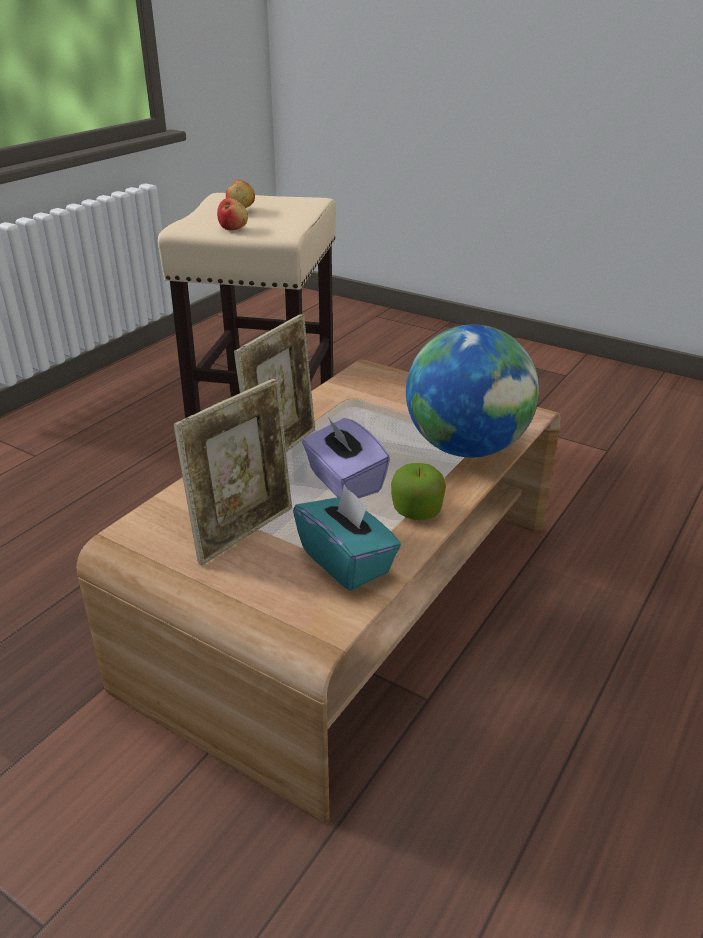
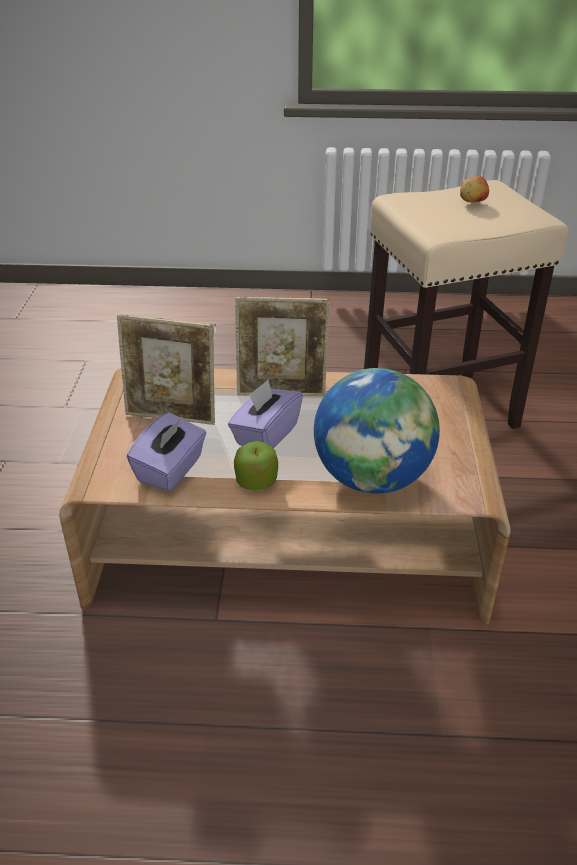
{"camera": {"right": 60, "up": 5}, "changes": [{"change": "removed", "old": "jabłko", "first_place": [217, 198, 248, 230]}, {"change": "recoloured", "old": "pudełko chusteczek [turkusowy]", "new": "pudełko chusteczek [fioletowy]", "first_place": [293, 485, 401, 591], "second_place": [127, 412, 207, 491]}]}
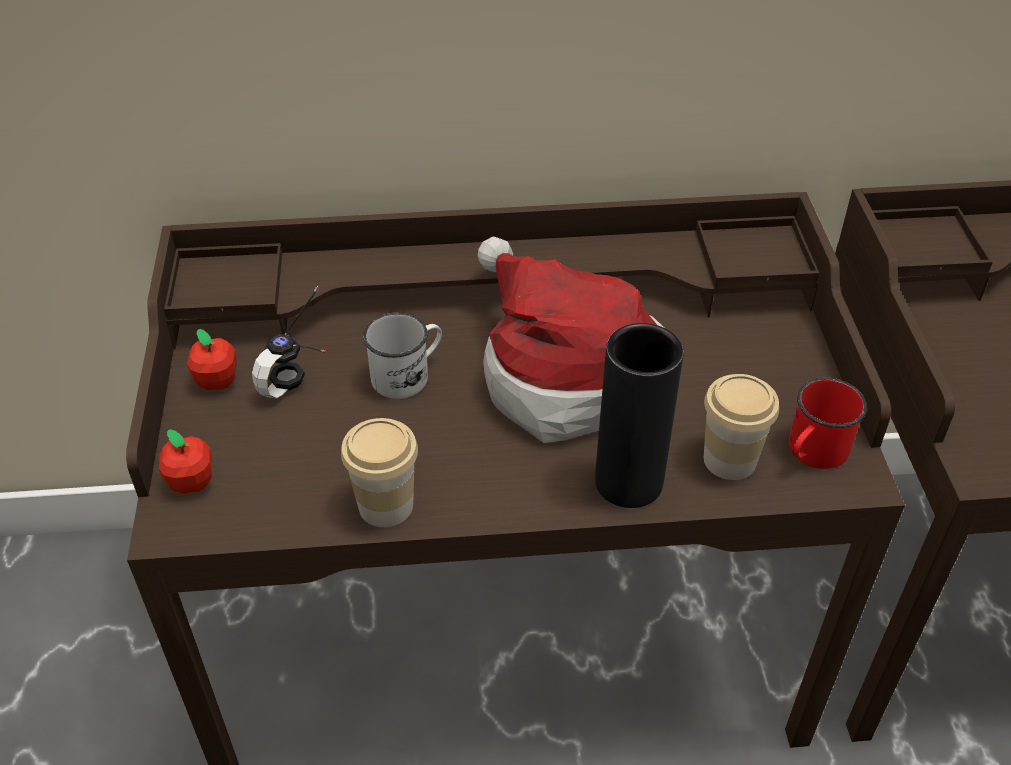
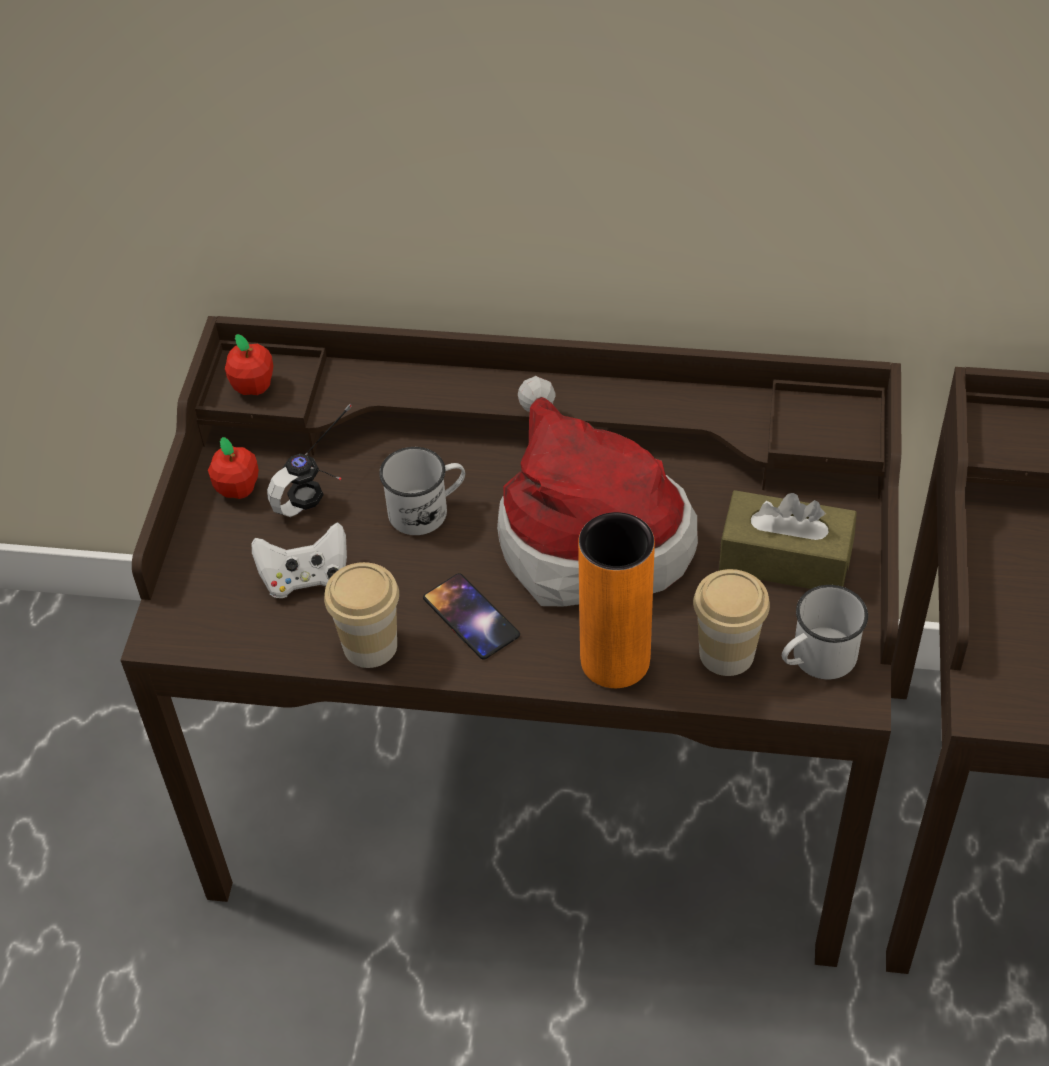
{"camera": {"right": 15, "up": 5}, "changes": [{"change": "moved", "old": "jabłko", "first_place": [159, 429, 212, 494], "second_place": [225, 334, 274, 395]}, {"change": "recoloured", "old": "wazon [czarny]", "new": "wazon [pomarańczowy]", "first_place": [595, 323, 684, 508], "second_place": [578, 512, 655, 688]}, {"change": "recoloured", "old": "kubek [czerwony]", "new": "kubek [biały]", "first_place": [789, 378, 867, 469], "second_place": [782, 585, 868, 679]}, {"change": "added", "new": "pad do gier [biały]", "second_place": [252, 522, 347, 598]}, {"change": "added", "new": "telefon", "second_place": [423, 573, 520, 660]}, {"change": "added", "new": "pudełko chusteczek [brązowy]", "second_place": [719, 490, 857, 589]}]}
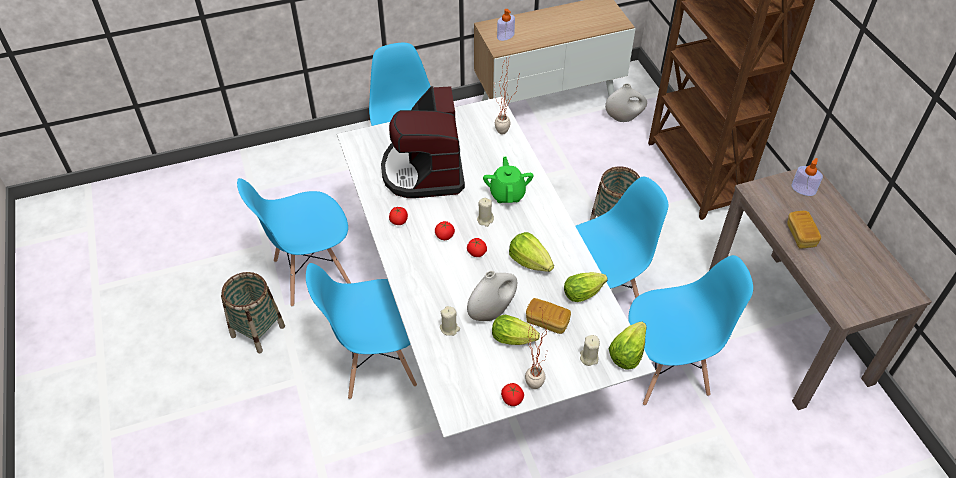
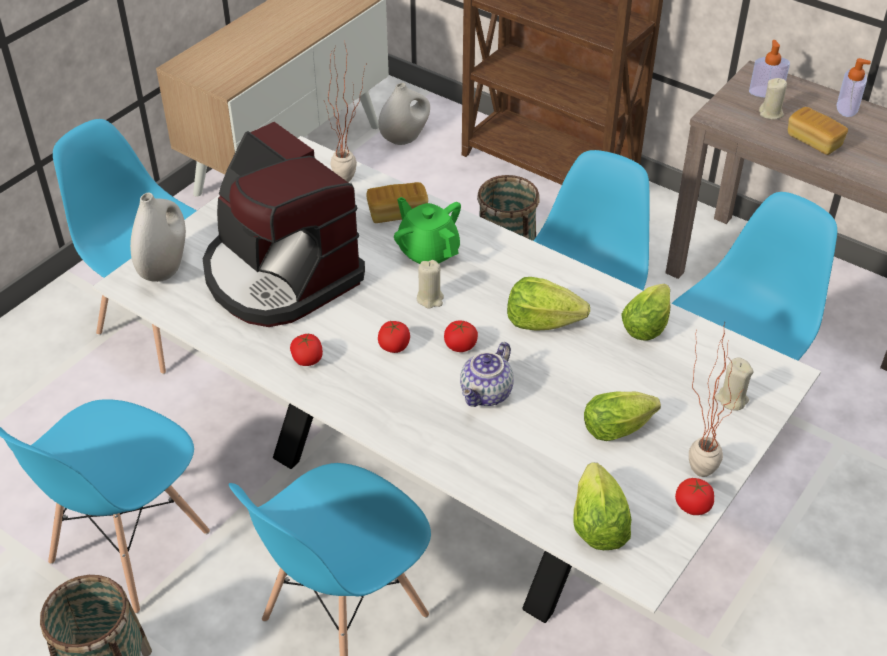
{"camera": {"right": -35, "up": -5}, "changes": [{"change": "moved", "old": "świeca [beżowy]", "first_place": [440, 306, 460, 336], "second_place": [759, 78, 787, 120]}, {"change": "moved", "old": "wazon [biały]", "first_place": [467, 271, 517, 321], "second_place": [130, 193, 186, 282]}, {"change": "moved", "old": "dozownik mydła", "first_place": [497, 9, 515, 41], "second_place": [837, 58, 871, 117]}, {"change": "moved", "old": "chleb", "first_place": [526, 298, 571, 334], "second_place": [366, 182, 428, 223]}, {"change": "moved", "old": "sałata", "first_place": [609, 322, 647, 370], "second_place": [574, 463, 631, 550]}, {"change": "added", "new": "imbryk", "second_place": [460, 342, 514, 407]}]}
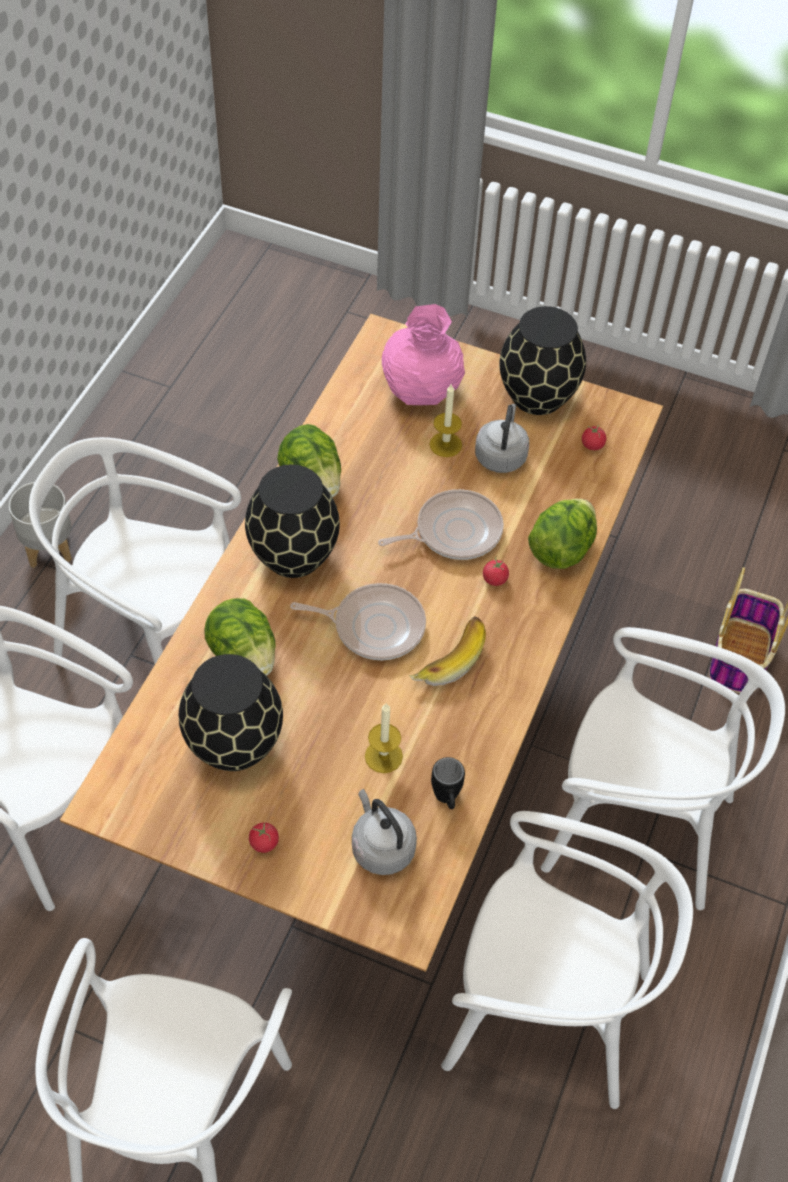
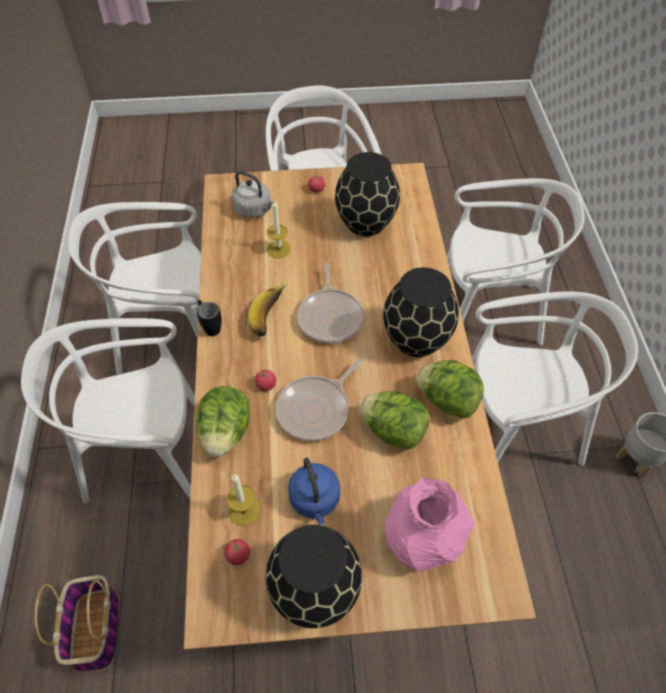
{"camera": {"right": 155, "up": 0}, "changes": [{"change": "moved", "old": "sałata", "first_place": [204, 598, 276, 676], "second_place": [359, 391, 429, 450]}, {"change": "turned", "old": "patelnia", "first_place": [290, 583, 426, 660], "second_place": [297, 263, 364, 343], "degrees": -75}, {"change": "moved", "old": "świeca", "first_place": [430, 384, 462, 457], "second_place": [227, 474, 260, 526]}, {"change": "moved", "old": "kubek [czarny]", "first_place": [431, 757, 465, 809], "second_place": [197, 300, 222, 336]}, {"change": "recoloured", "old": "czajnik [szary]", "new": "czajnik [niebieski]", "first_place": [475, 404, 529, 473], "second_place": [288, 458, 340, 525]}]}
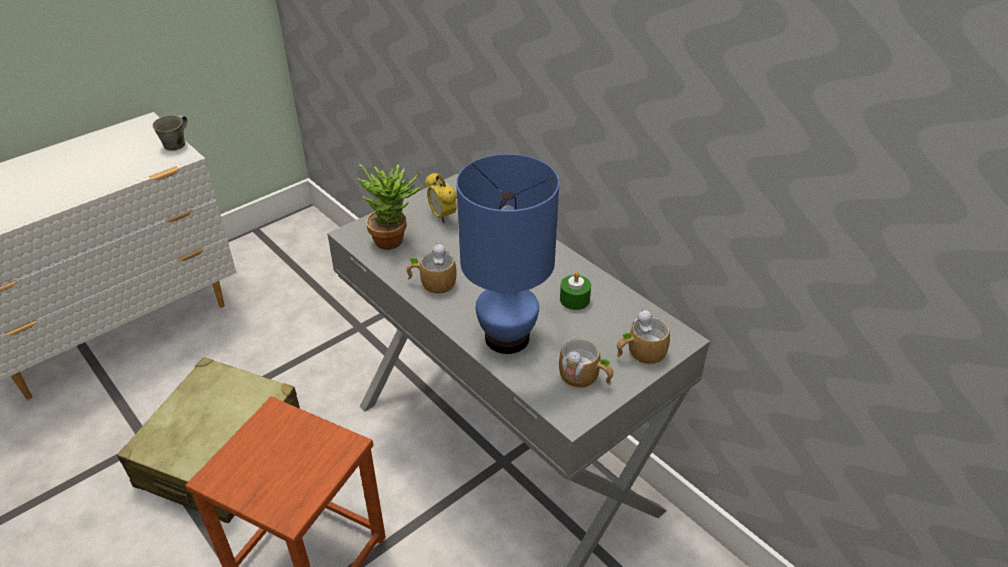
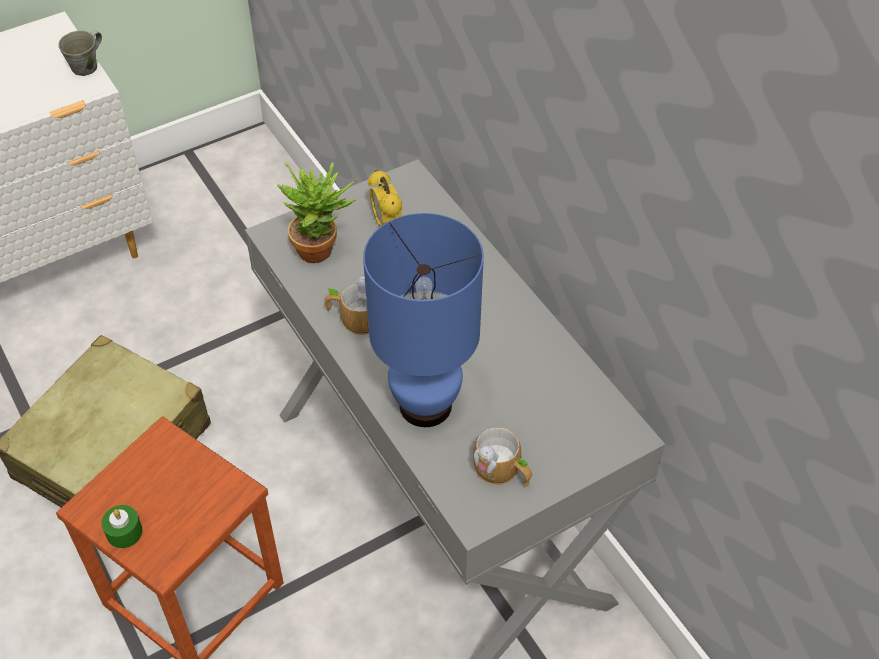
{"camera": {"right": 10, "up": 10}, "changes": [{"change": "moved", "old": "świeca [zielony]", "first_place": [560, 272, 591, 310], "second_place": [101, 505, 142, 548]}, {"change": "removed", "old": "kubek", "first_place": [617, 310, 670, 365]}]}
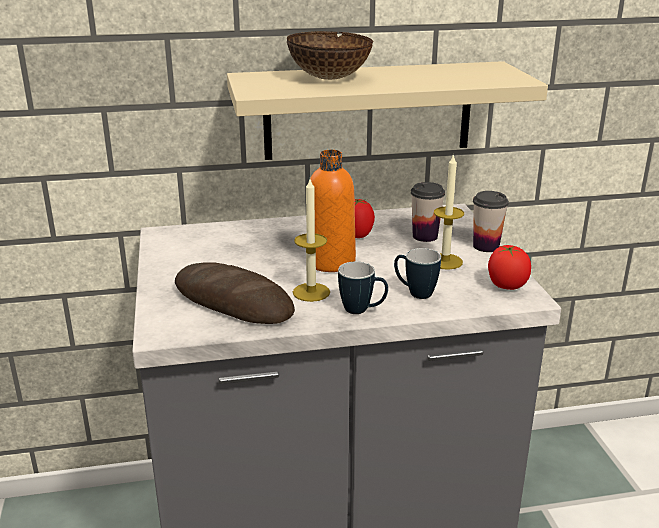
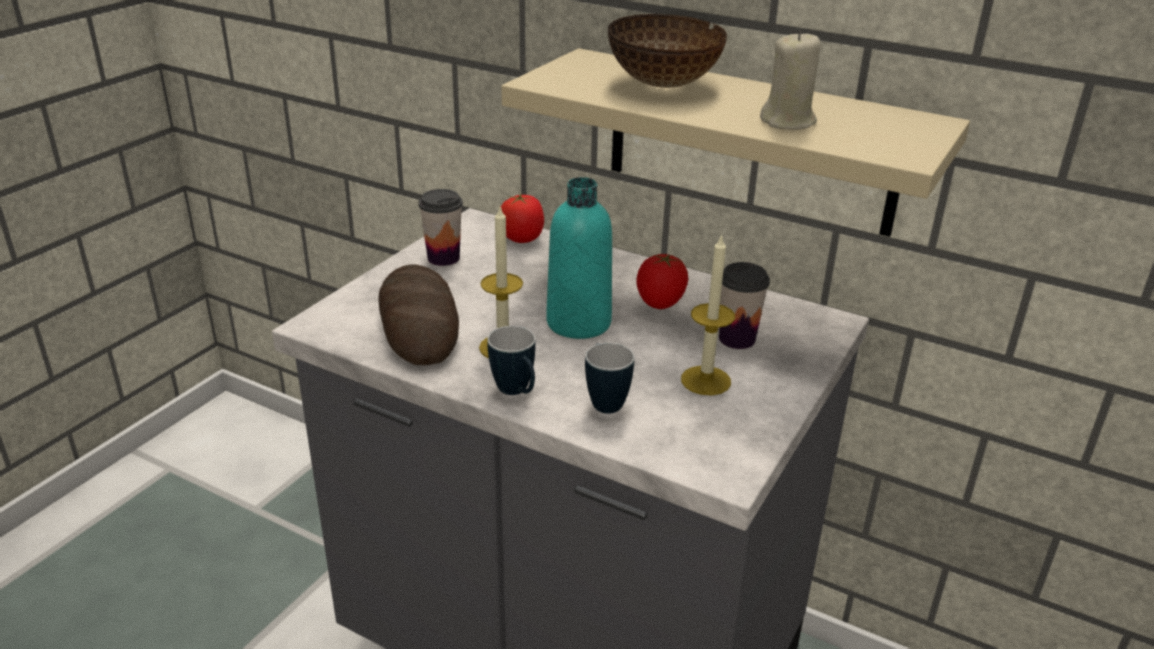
{"camera": {"right": 40, "up": 5}, "changes": [{"change": "recoloured", "old": "butelka [pomarańczowy]", "new": "butelka [turkusowy]", "first_place": [310, 150, 356, 272], "second_place": [546, 177, 612, 339]}, {"change": "moved", "old": "filiżanka", "first_place": [473, 191, 509, 252], "second_place": [419, 189, 463, 266]}, {"change": "moved", "old": "pomidor", "first_place": [488, 245, 531, 290], "second_place": [501, 193, 544, 243]}, {"change": "added", "new": "świeca [beżowy]", "second_place": [760, 31, 820, 130]}]}
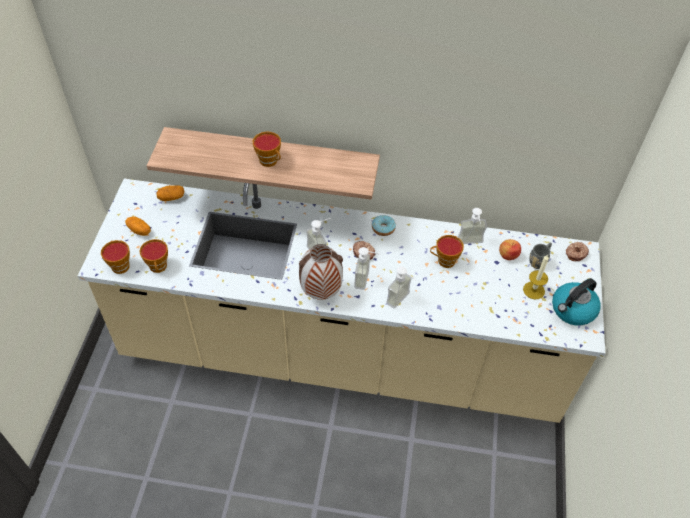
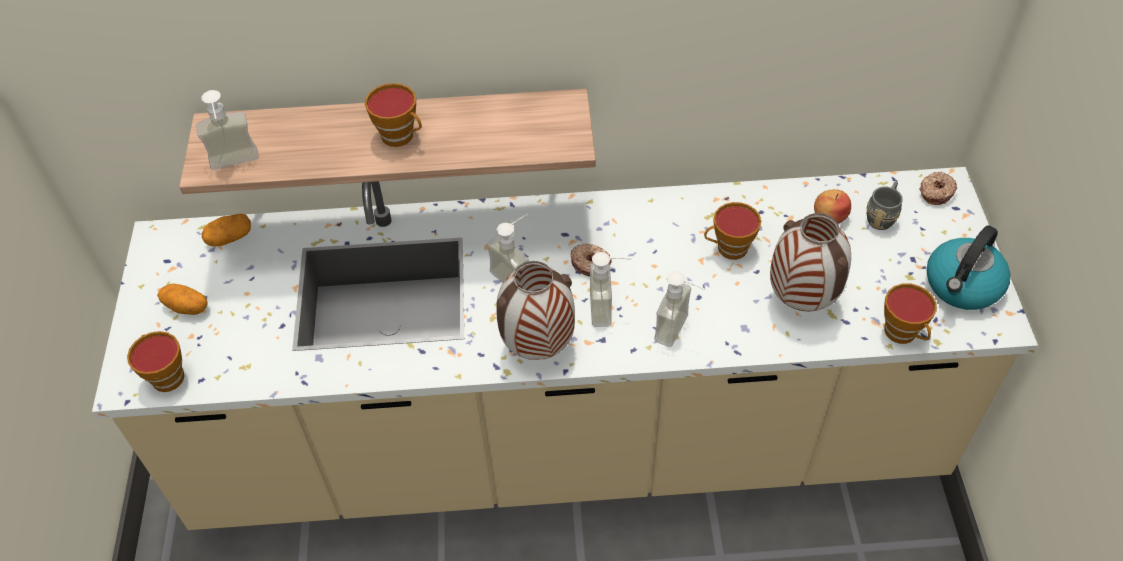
{"camera": {"right": -10, "up": 0}, "changes": [{"change": "moved", "old": "filiżanka", "first_place": [139, 239, 168, 273], "second_place": [884, 284, 937, 344]}, {"change": "removed", "old": "donut", "first_place": [372, 215, 396, 236]}, {"change": "moved", "old": "dozownik mydła", "first_place": [458, 208, 487, 244], "second_place": [196, 90, 259, 170]}, {"change": "removed", "old": "świeca", "first_place": [523, 255, 549, 299]}, {"change": "added", "new": "wazon", "second_place": [770, 213, 851, 311]}]}
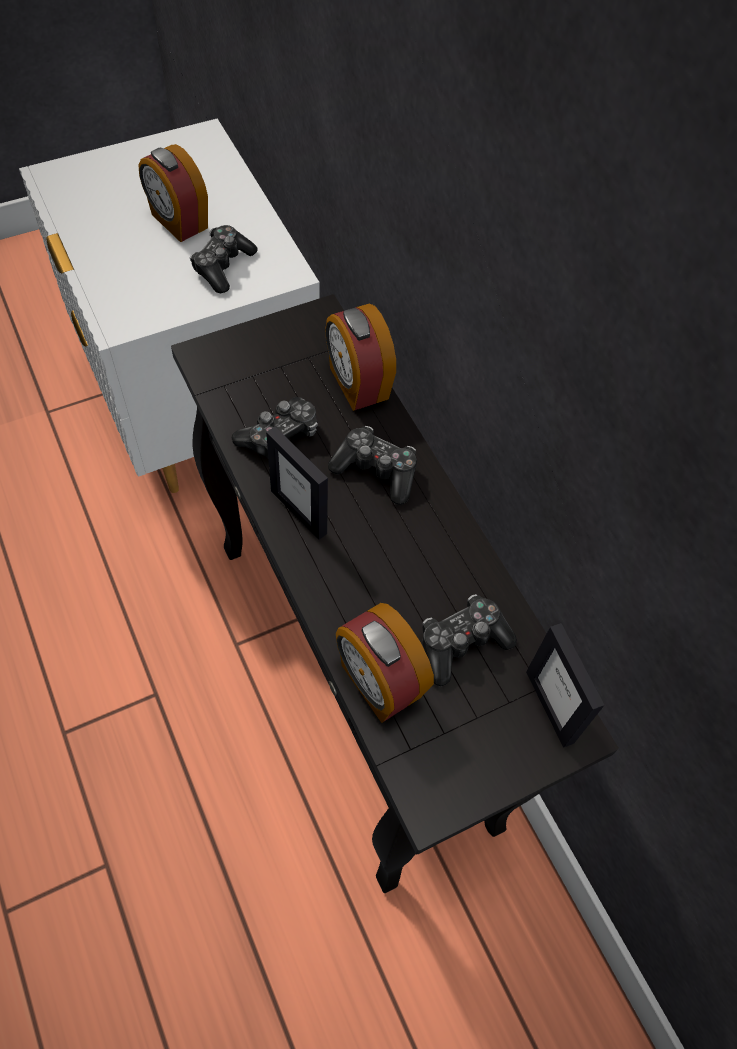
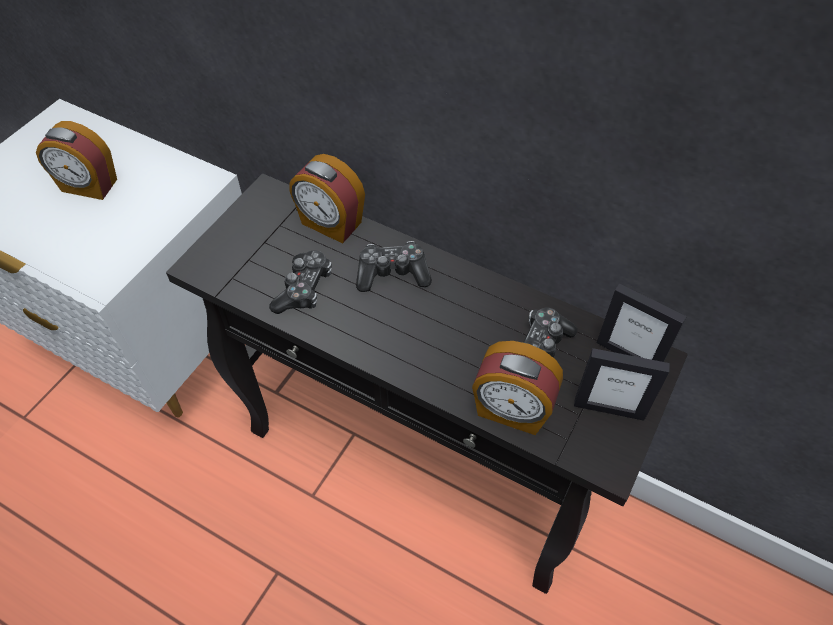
{"camera": {"right": -30, "up": -5}, "changes": [{"change": "removed", "old": "pad do gier", "first_place": [190, 225, 258, 293]}, {"change": "moved", "old": "ramka na zdjęcie", "first_place": [266, 427, 328, 540], "second_place": [574, 348, 670, 421]}]}
